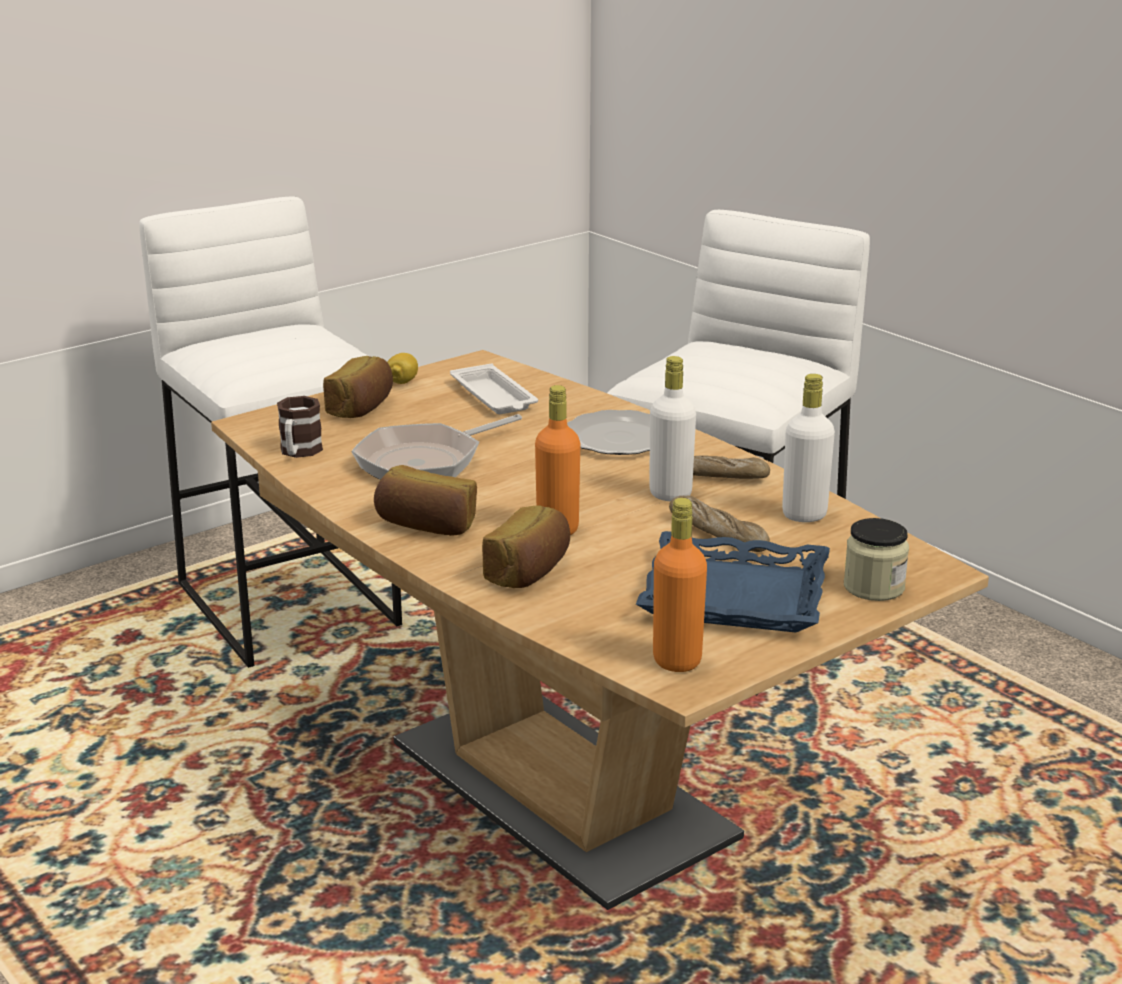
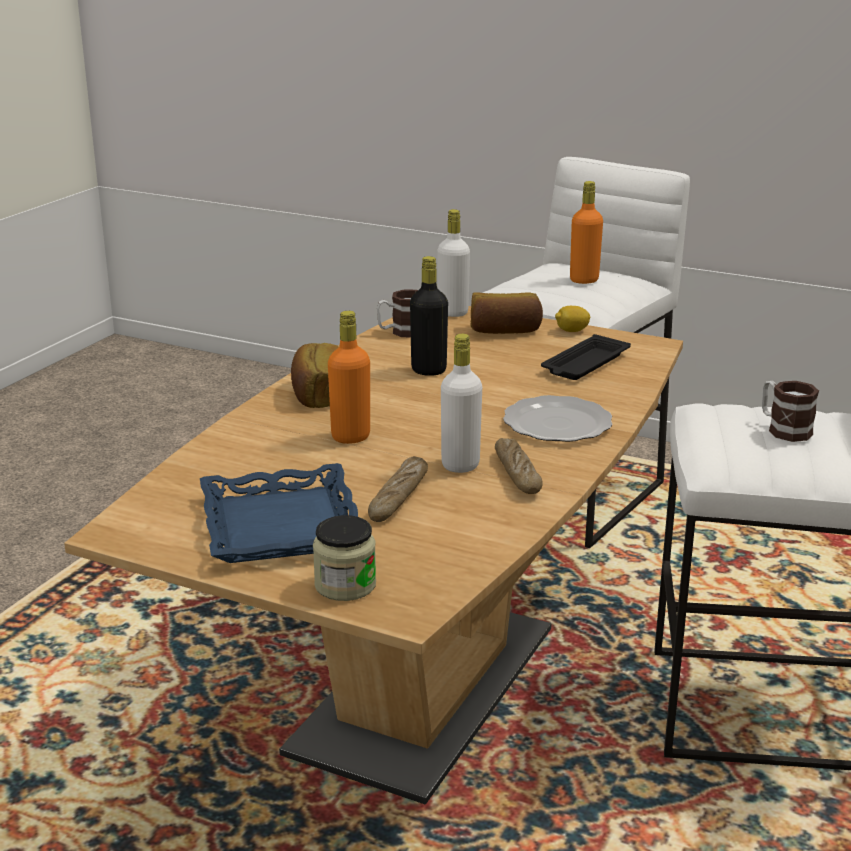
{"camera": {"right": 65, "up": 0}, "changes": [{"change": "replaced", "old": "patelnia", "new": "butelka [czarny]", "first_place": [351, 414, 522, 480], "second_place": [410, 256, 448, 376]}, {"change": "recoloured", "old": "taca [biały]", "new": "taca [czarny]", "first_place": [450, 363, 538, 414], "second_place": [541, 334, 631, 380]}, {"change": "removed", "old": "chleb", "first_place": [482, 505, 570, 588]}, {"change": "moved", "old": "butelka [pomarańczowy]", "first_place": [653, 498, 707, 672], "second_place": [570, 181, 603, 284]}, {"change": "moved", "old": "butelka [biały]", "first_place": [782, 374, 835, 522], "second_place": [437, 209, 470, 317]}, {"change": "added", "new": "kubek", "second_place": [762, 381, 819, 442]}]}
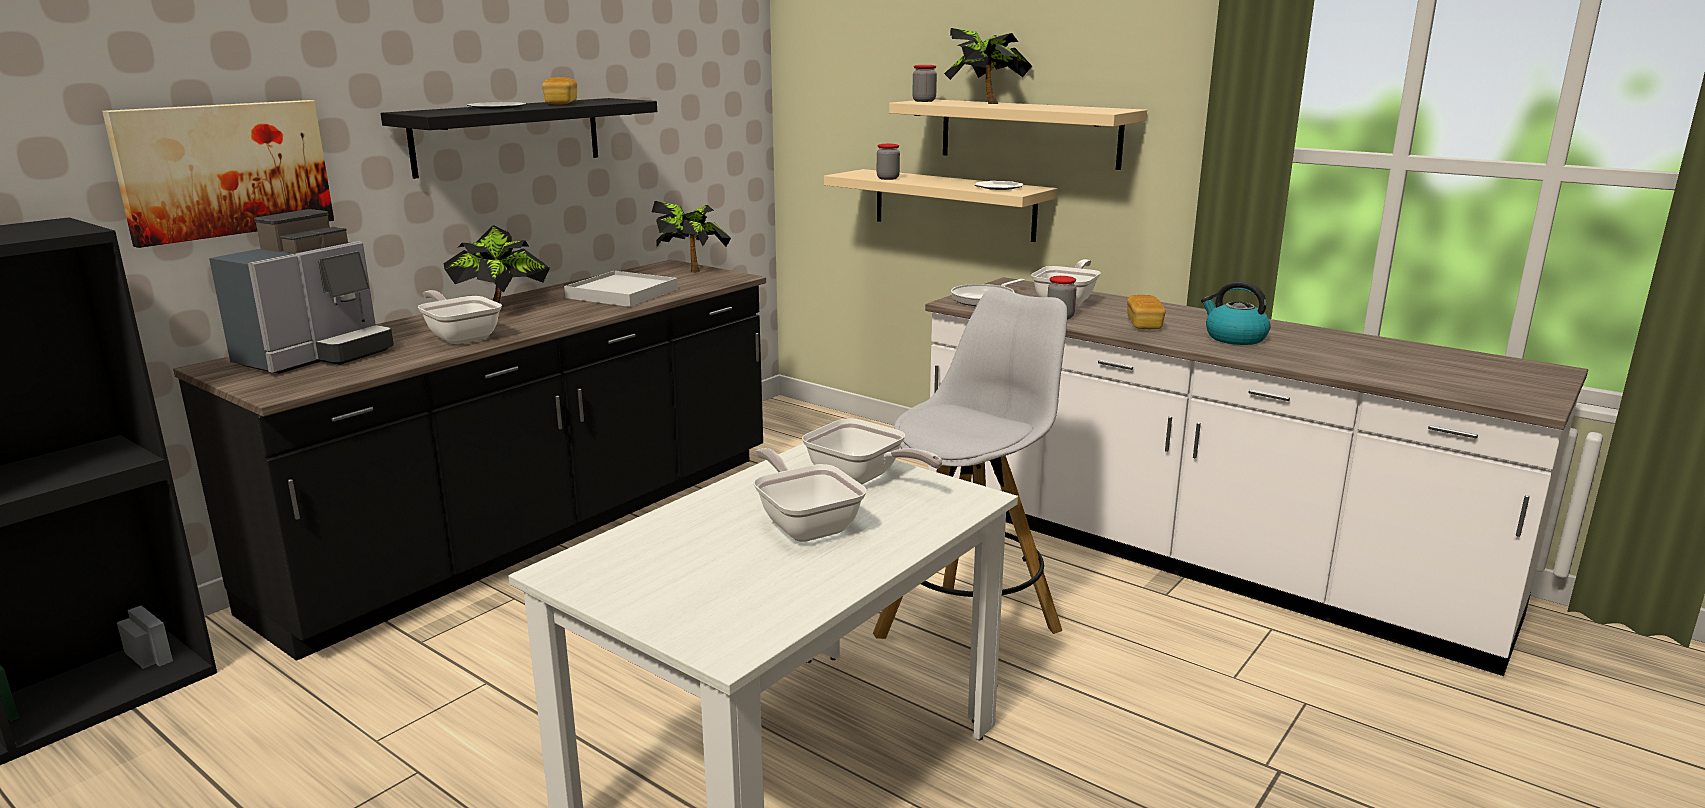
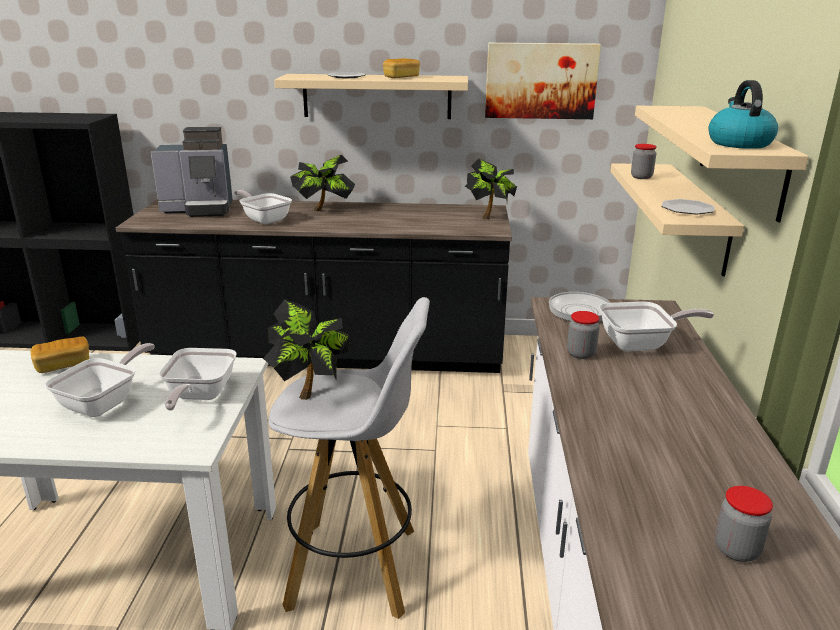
{"camera": {"right": 55, "up": 5}, "changes": [{"change": "moved", "old": "obraz", "first_place": [102, 100, 334, 248], "second_place": [485, 43, 601, 119]}, {"change": "recoloured", "old": "półka [czarny]", "new": "półka [beżowy]", "first_place": [381, 98, 657, 179], "second_place": [274, 74, 468, 119]}, {"change": "turned", "old": "patelnia", "first_place": [418, 290, 502, 344], "second_place": [234, 190, 292, 224], "degrees": -60}, {"change": "removed", "old": "taca [biały]", "first_place": [564, 271, 678, 307]}, {"change": "moved", "old": "słoik", "first_place": [912, 65, 937, 102], "second_place": [715, 486, 773, 562]}, {"change": "moved", "old": "roślina doniczkowa", "first_place": [944, 28, 1032, 104], "second_place": [263, 299, 350, 400]}, {"change": "moved", "old": "chleb", "first_place": [1127, 295, 1166, 329], "second_place": [30, 336, 89, 373]}, {"change": "moved", "old": "czajnik", "first_place": [1201, 281, 1270, 345], "second_place": [708, 80, 778, 149]}]}
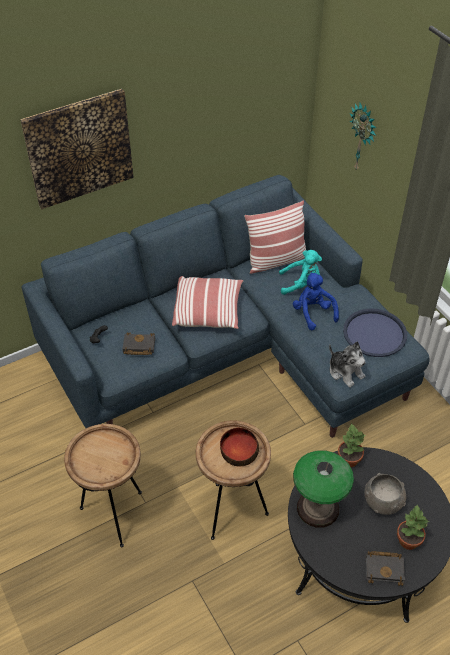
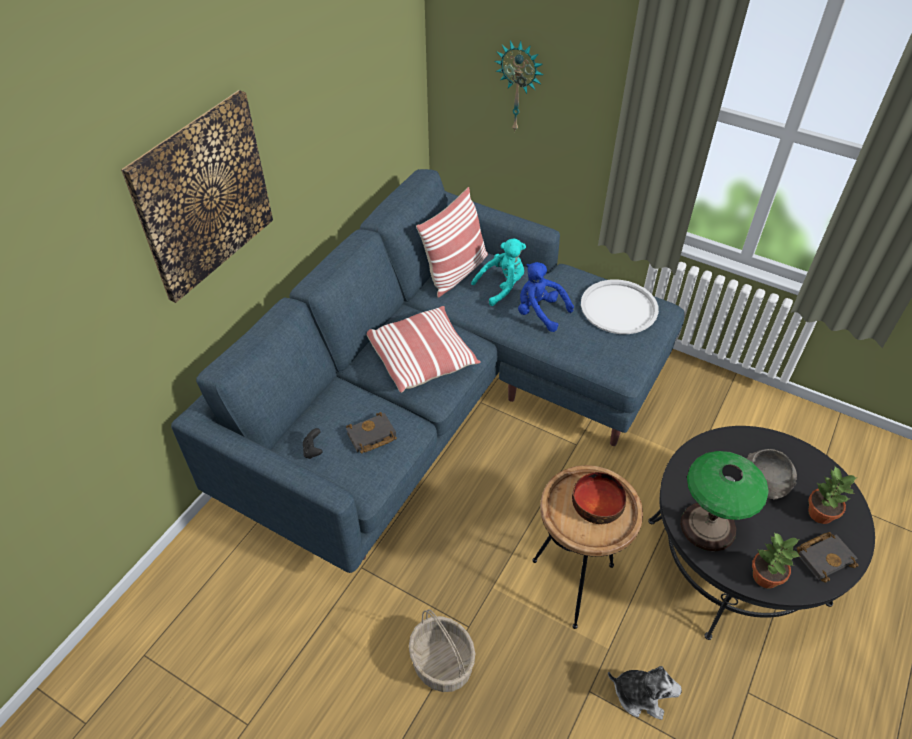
{"camera": {"right": -30, "up": 0}, "changes": [{"change": "replaced", "old": "stolik [brązowy]", "new": "koszyk", "first_place": [64, 424, 142, 548], "second_place": [409, 609, 475, 692]}, {"change": "moved", "old": "pluszak", "first_place": [329, 341, 366, 387], "second_place": [608, 666, 682, 720]}, {"change": "moved", "old": "roślina doniczkowa", "first_place": [338, 423, 366, 467], "second_place": [752, 532, 801, 588]}, {"change": "recoloured", "old": "taca [niebieski]", "new": "taca [biały]", "first_place": [343, 308, 407, 357], "second_place": [581, 280, 659, 334]}]}
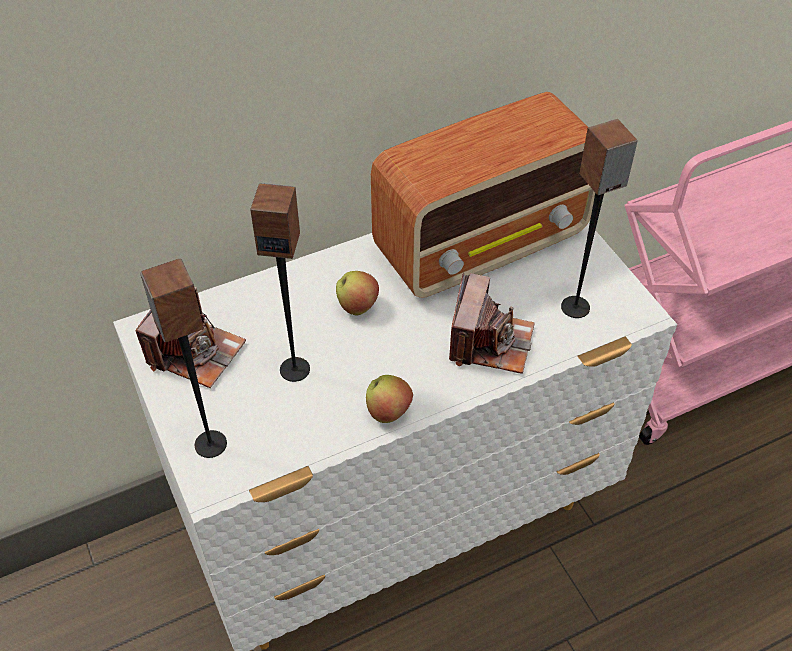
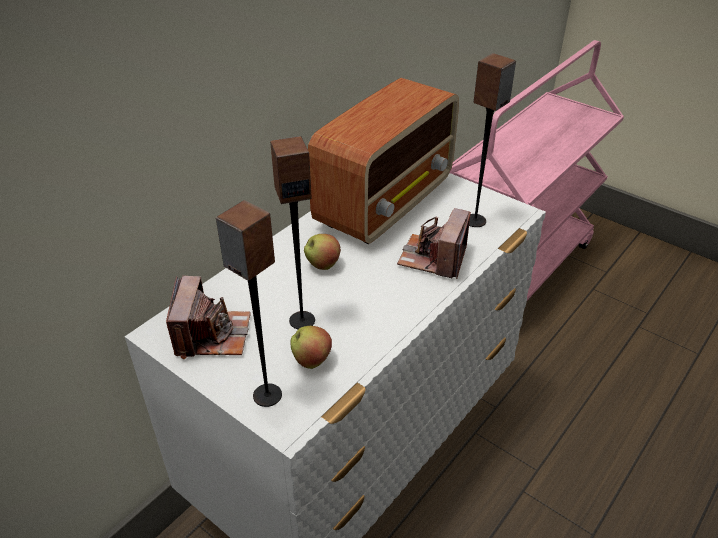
{"camera": {"right": -25, "up": -10}, "changes": [{"change": "moved", "old": "jabłko", "first_place": [366, 375, 413, 423], "second_place": [291, 326, 332, 369]}, {"change": "turned", "old": "aparat fotograficzny", "first_place": [449, 273, 535, 374], "second_place": [397, 208, 471, 279], "degrees": -150}]}
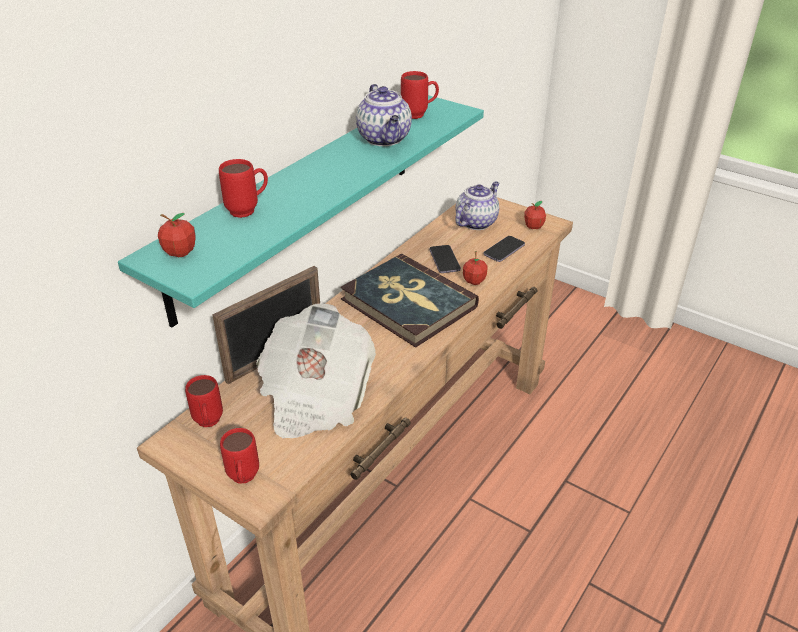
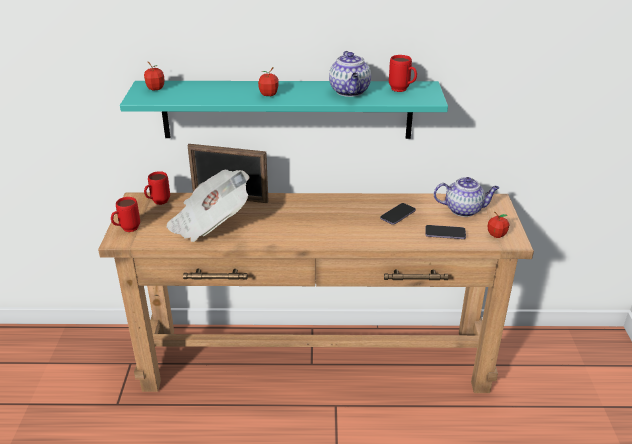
{"camera": {"right": 55, "up": -5}, "changes": [{"change": "removed", "old": "kubek [czerwony]", "first_place": [219, 159, 268, 218]}, {"change": "removed", "old": "książka", "first_place": [340, 254, 479, 348]}, {"change": "turned", "old": "imbryk", "first_place": [356, 84, 412, 146], "second_place": [329, 51, 371, 97], "degrees": -45}, {"change": "moved", "old": "jabłko", "first_place": [463, 251, 488, 285], "second_place": [258, 67, 279, 96]}]}
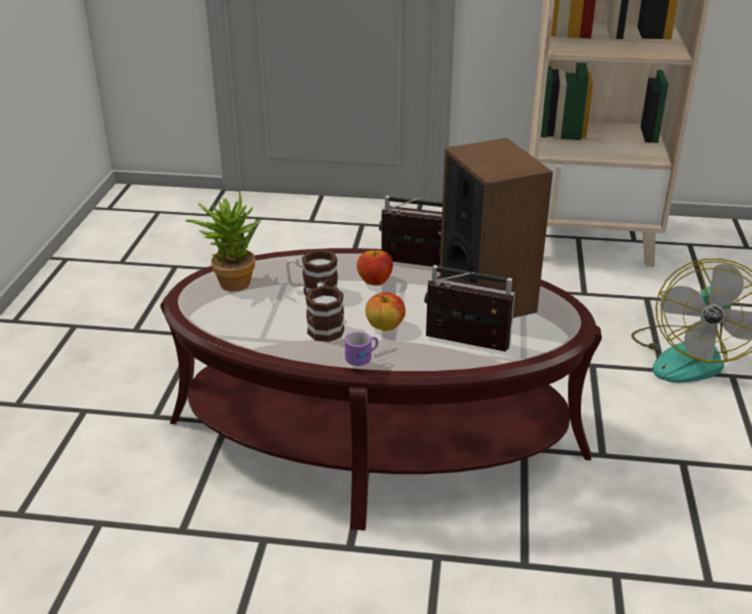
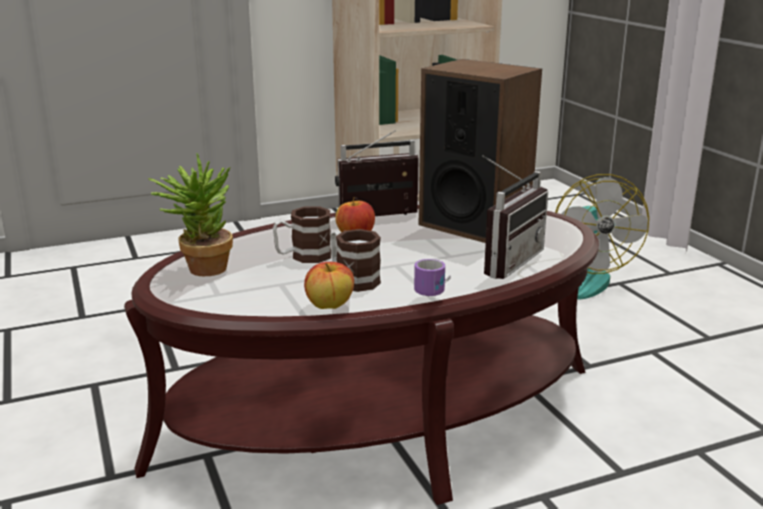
{"camera": {"right": -30, "up": -10}, "changes": [{"change": "moved", "old": "jabłko", "first_place": [365, 292, 406, 331], "second_place": [304, 262, 354, 309]}, {"change": "turned", "old": "radio", "first_place": [424, 265, 515, 352], "second_place": [482, 155, 548, 279], "degrees": 135}]}
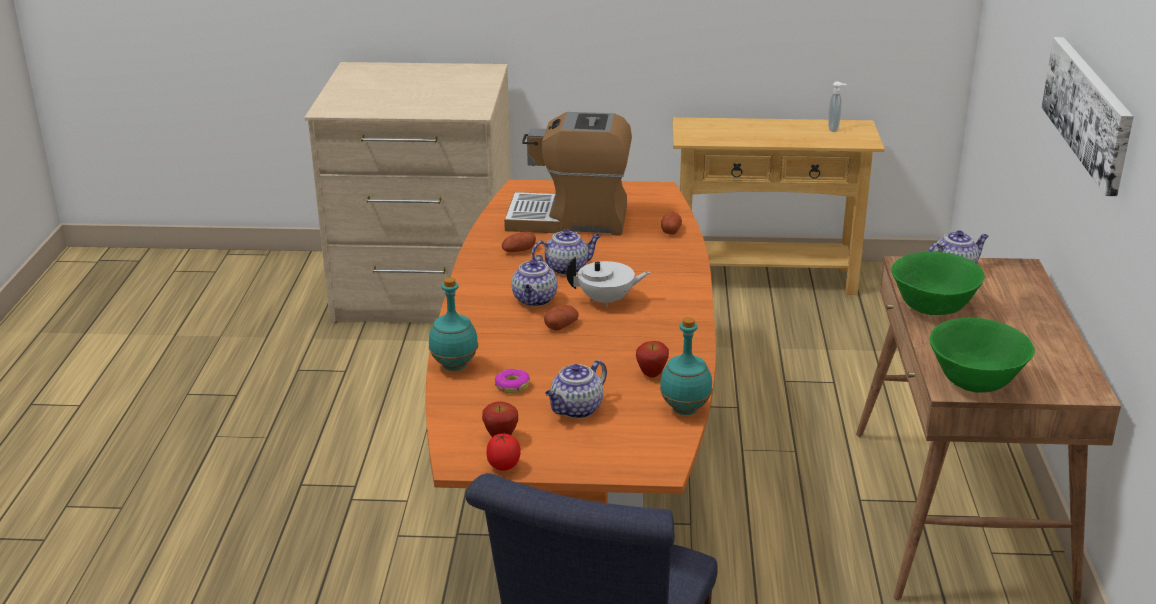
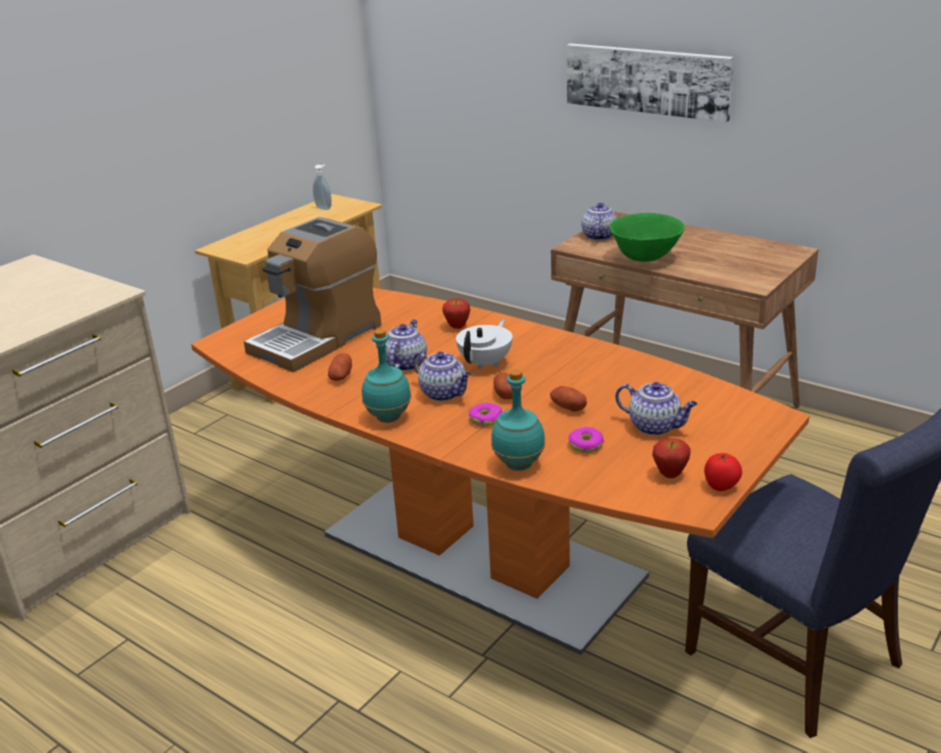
{"camera": {"right": -55, "up": 0}, "changes": [{"change": "turned", "old": "imbryk", "first_place": [545, 360, 607, 419], "second_place": [615, 382, 698, 435], "degrees": -45}, {"change": "moved", "old": "jabłko", "first_place": [636, 341, 669, 378], "second_place": [443, 298, 470, 329]}, {"change": "moved", "old": "butelka [turkusowy]", "first_place": [660, 317, 713, 415], "second_place": [362, 329, 411, 423]}, {"change": "moved", "old": "ziemniak", "first_place": [661, 212, 682, 235], "second_place": [550, 386, 587, 412]}, {"change": "removed", "old": "miska [zielony]", "first_place": [930, 318, 1035, 393]}, {"change": "added", "new": "donut", "second_place": [469, 403, 503, 427]}]}
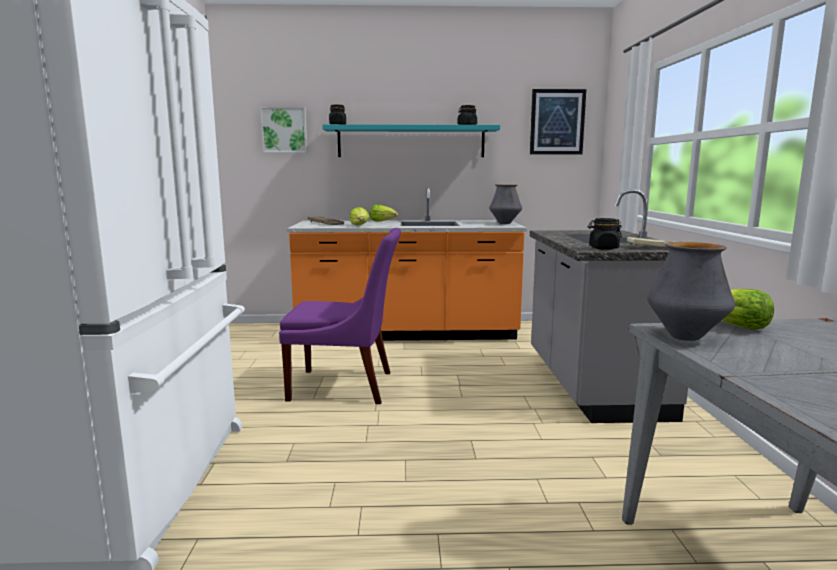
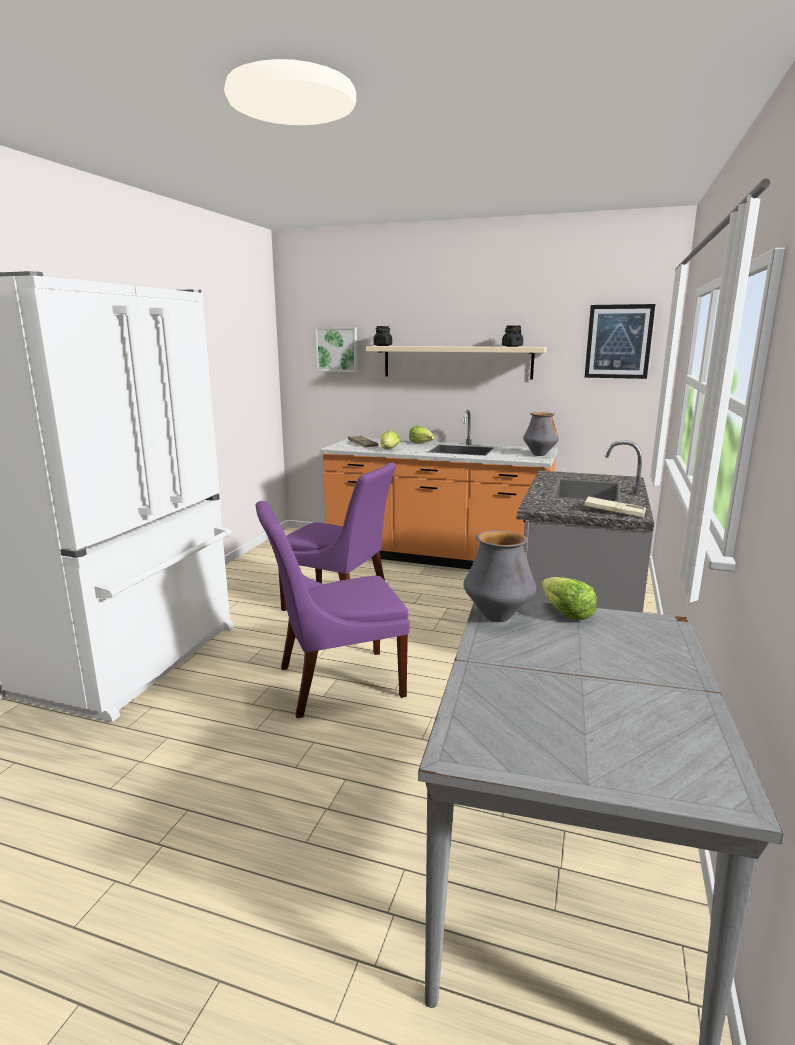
{"camera": {"right": 20, "up": 5}, "changes": [{"change": "recoloured", "old": "półka [turkusowy]", "new": "półka [beżowy]", "first_place": [323, 124, 500, 157], "second_place": [366, 346, 547, 380]}, {"change": "removed", "old": "słoik [czarny]", "first_place": [588, 218, 622, 250]}, {"change": "added", "new": "krzesło [fioletowy]", "second_place": [256, 501, 410, 718]}]}
